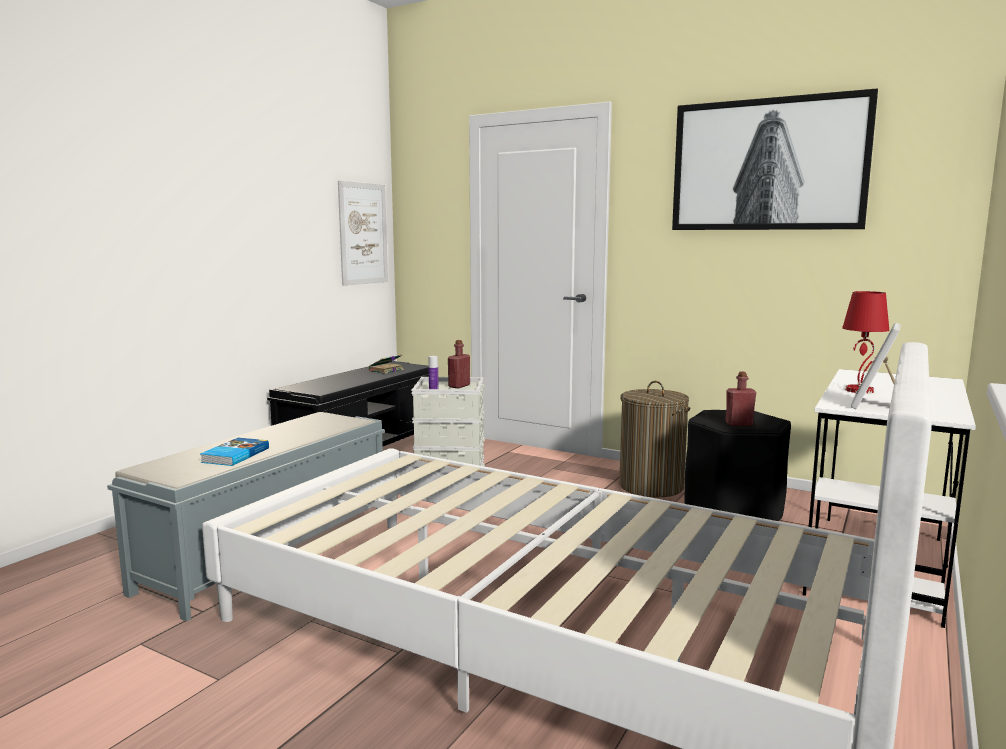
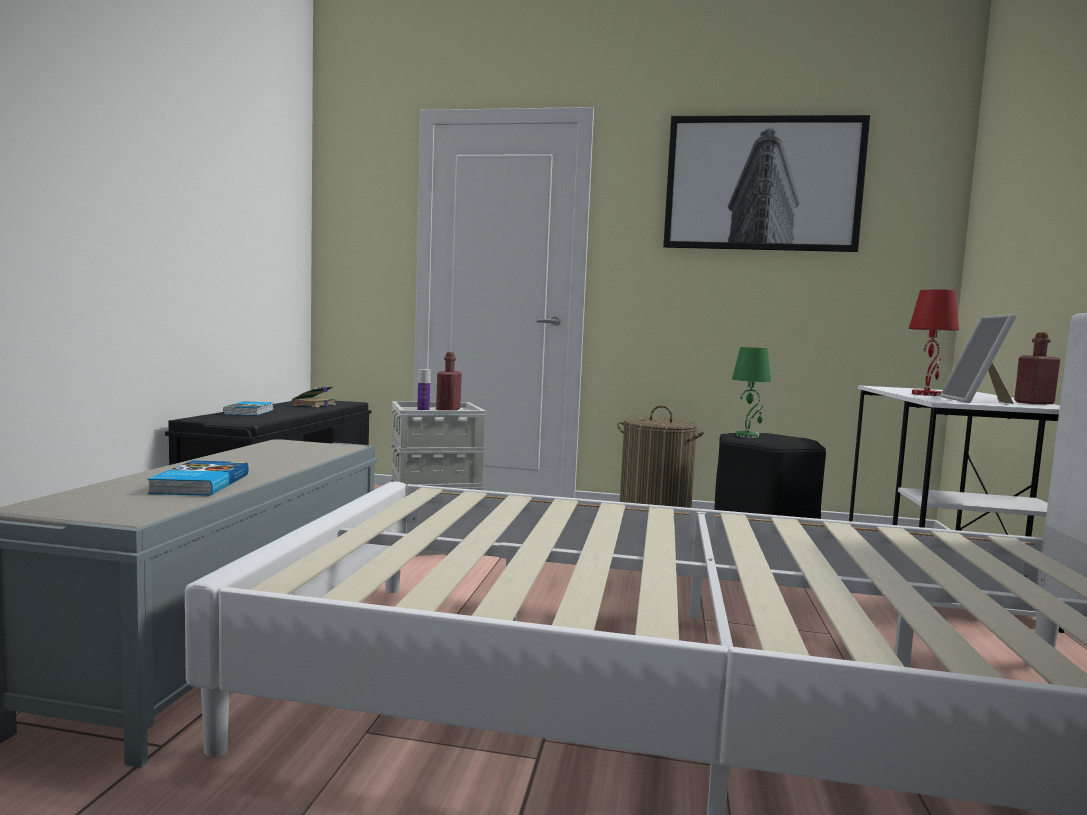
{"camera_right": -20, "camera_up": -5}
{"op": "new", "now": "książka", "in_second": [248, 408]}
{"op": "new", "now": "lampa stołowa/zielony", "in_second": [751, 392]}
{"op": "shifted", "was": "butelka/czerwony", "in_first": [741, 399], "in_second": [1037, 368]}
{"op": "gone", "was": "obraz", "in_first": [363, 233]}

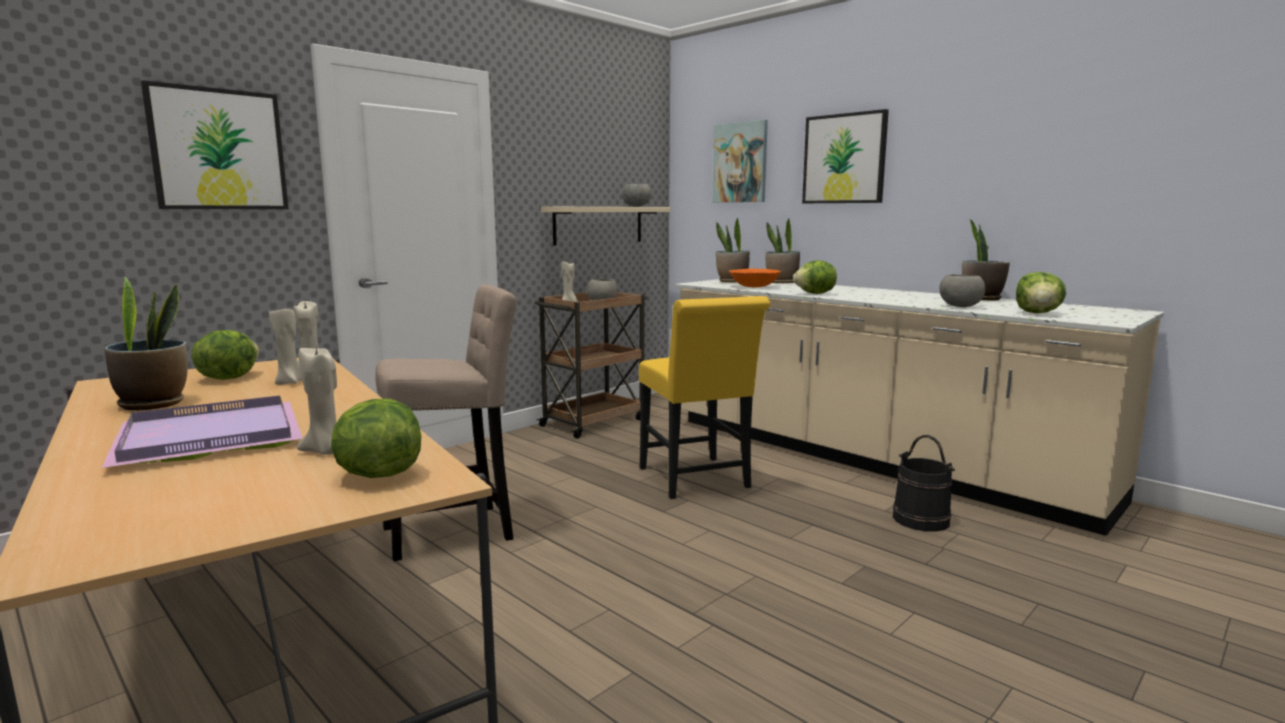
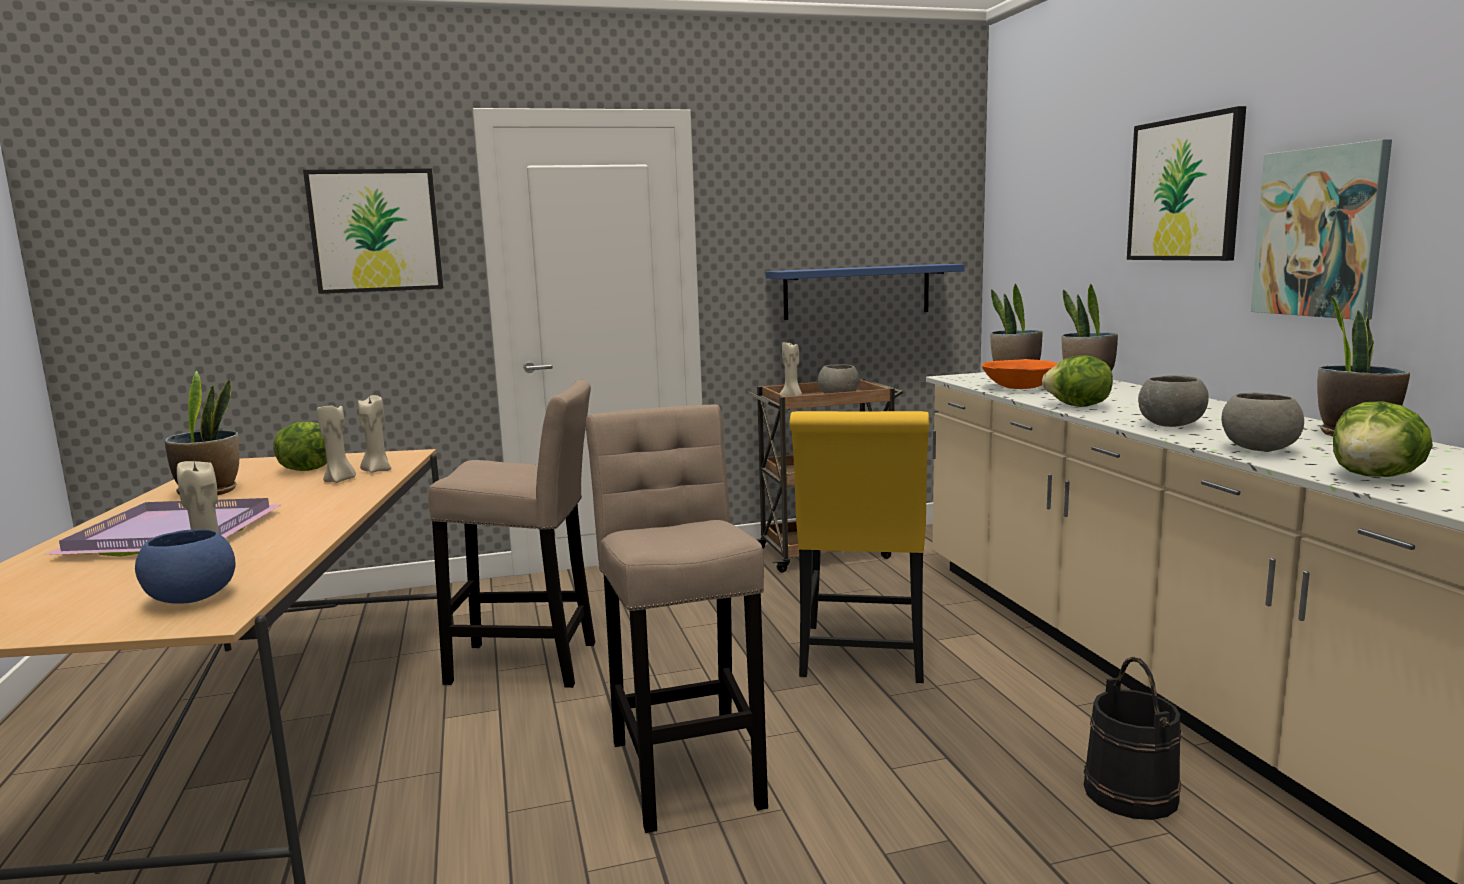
{"camera_right": 30, "camera_up": 0}
{"op": "swapped", "was": "sałata", "now": "miska/niebieski", "in_first": [376, 438], "in_second": [185, 566]}
{"op": "new", "now": "stołek/beżowy", "in_second": [677, 618]}
{"op": "repainted", "was": "półka/beżowy", "now": "półka/niebieski", "in_first": [605, 226], "in_second": [865, 292]}
{"op": "shifted", "was": "miska/szary", "in_first": [636, 195], "in_second": [1173, 401]}
{"op": "shifted", "was": "obraz", "in_first": [740, 161], "in_second": [1321, 229]}

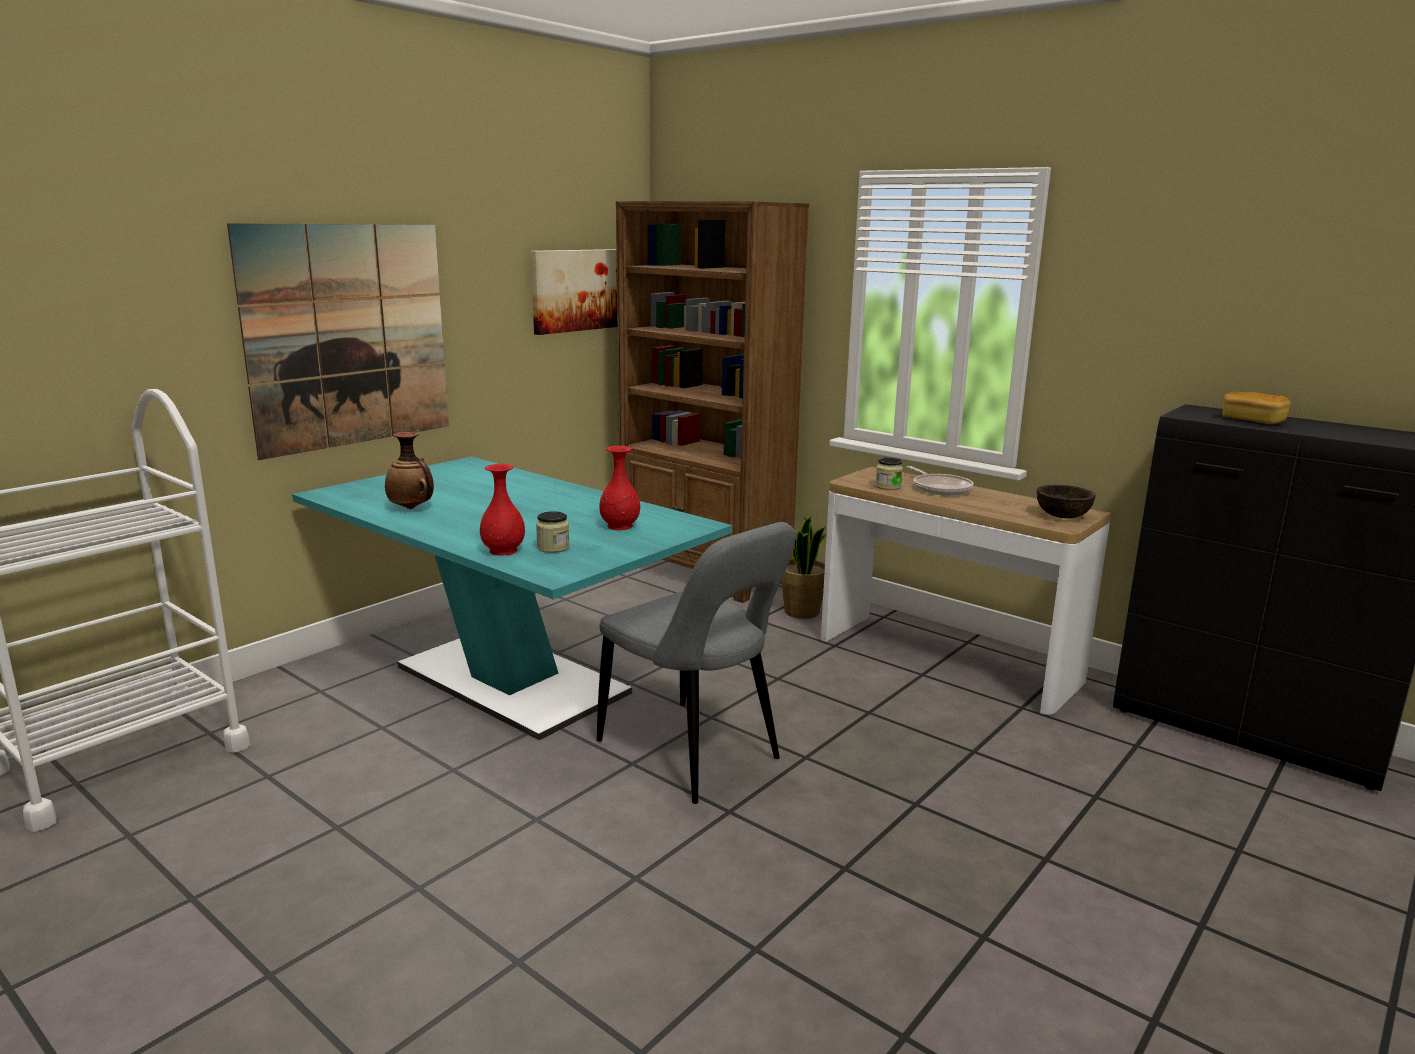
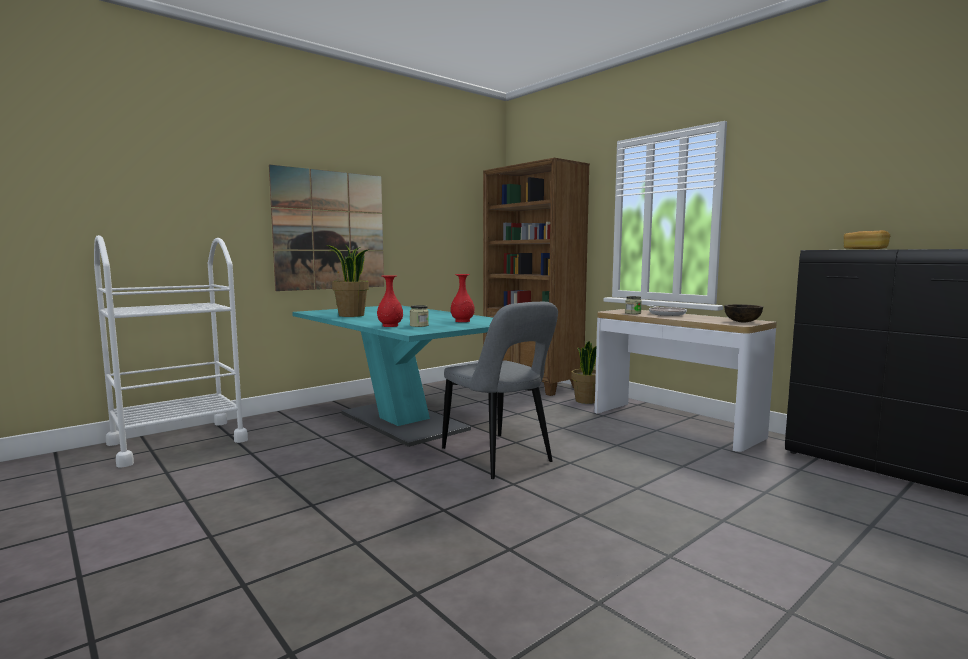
{"camera_right": 10, "camera_up": -10}
{"op": "swapped", "was": "wazon", "now": "roślina doniczkowa", "in_first": [409, 470], "in_second": [348, 280]}
{"op": "gone", "was": "obraz", "in_first": [574, 292]}

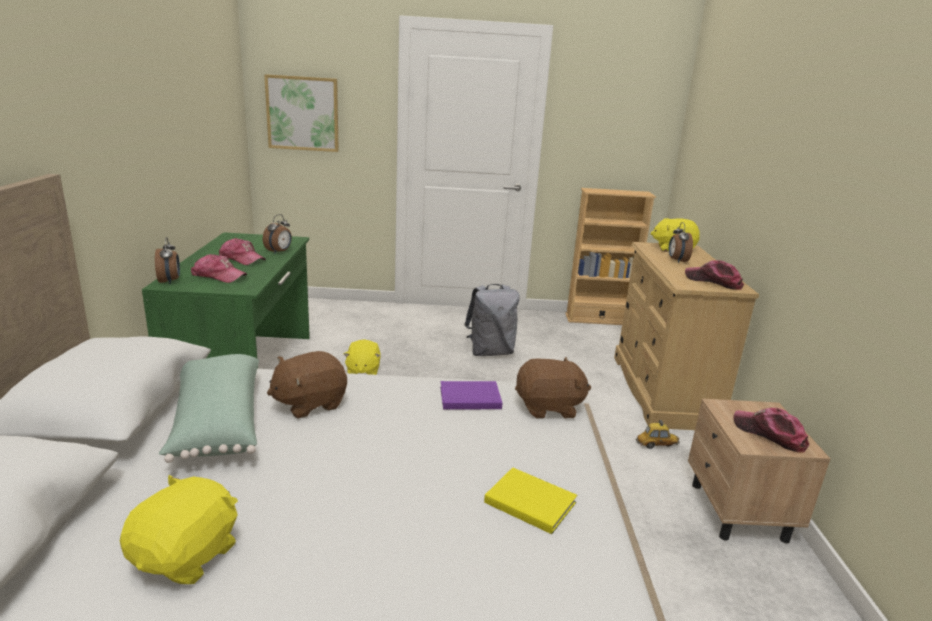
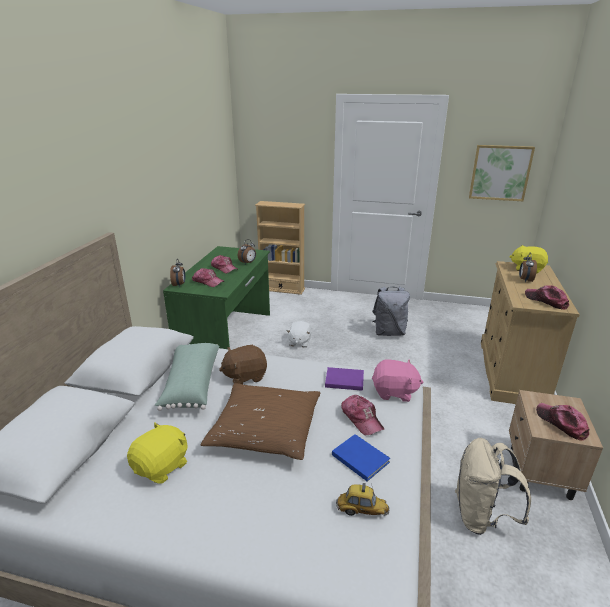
{"camera_right": 15, "camera_up": 5}
{"op": "new", "now": "poduszka/brązowy", "in_second": [260, 421]}
{"op": "shifted", "was": "regał/beżowy", "in_first": [610, 256], "in_second": [280, 248]}
{"op": "repainted", "was": "pluszak/żółty", "now": "pluszak/biały", "in_first": [362, 357], "in_second": [299, 334]}
{"op": "repainted", "was": "książka/żółty", "now": "książka/niebieski", "in_first": [530, 500], "in_second": [361, 457]}
{"op": "shifted", "was": "samochodzik", "in_first": [657, 434], "in_second": [363, 499]}
{"op": "new", "now": "czapka z daszkiem", "in_second": [362, 415]}
{"op": "repainted", "was": "pluszak/brązowy", "now": "pluszak/różowy", "in_first": [553, 388], "in_second": [398, 380]}
{"op": "new", "now": "plecak/beżowy", "in_second": [493, 486]}
{"op": "shifted", "was": "obraz", "in_first": [301, 113], "in_second": [502, 173]}

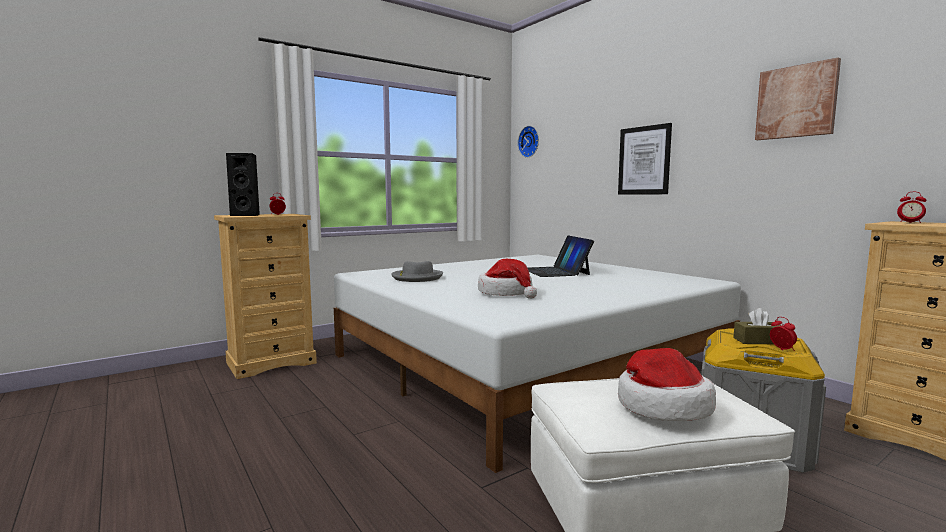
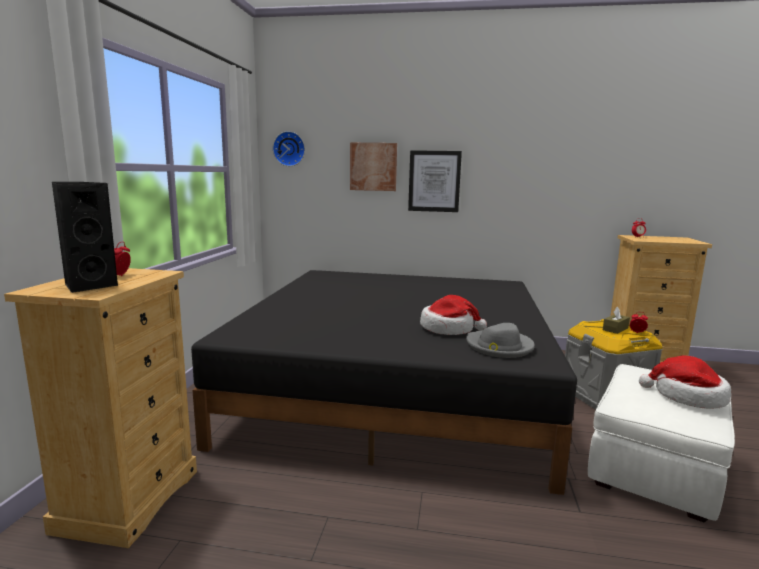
{"camera_right": -45, "camera_up": 5}
{"op": "repainted", "was": "łóżko/biały", "now": "łóżko/czarny", "in_first": [537, 364], "in_second": [384, 382]}
{"op": "shifted", "was": "obraz", "in_first": [798, 98], "in_second": [373, 167]}
{"op": "shifted", "was": "kapelusz/szary", "in_first": [417, 271], "in_second": [500, 340]}
{"op": "gone", "was": "laptop", "in_first": [561, 256]}

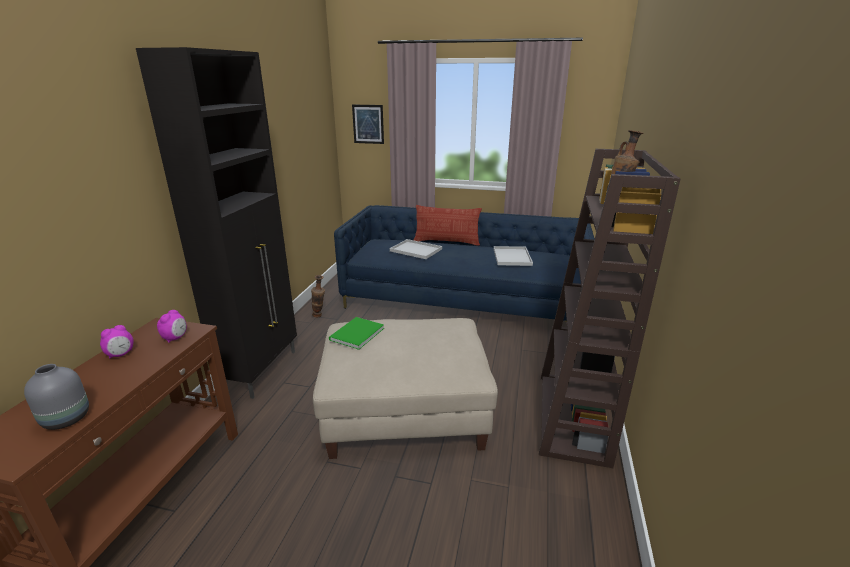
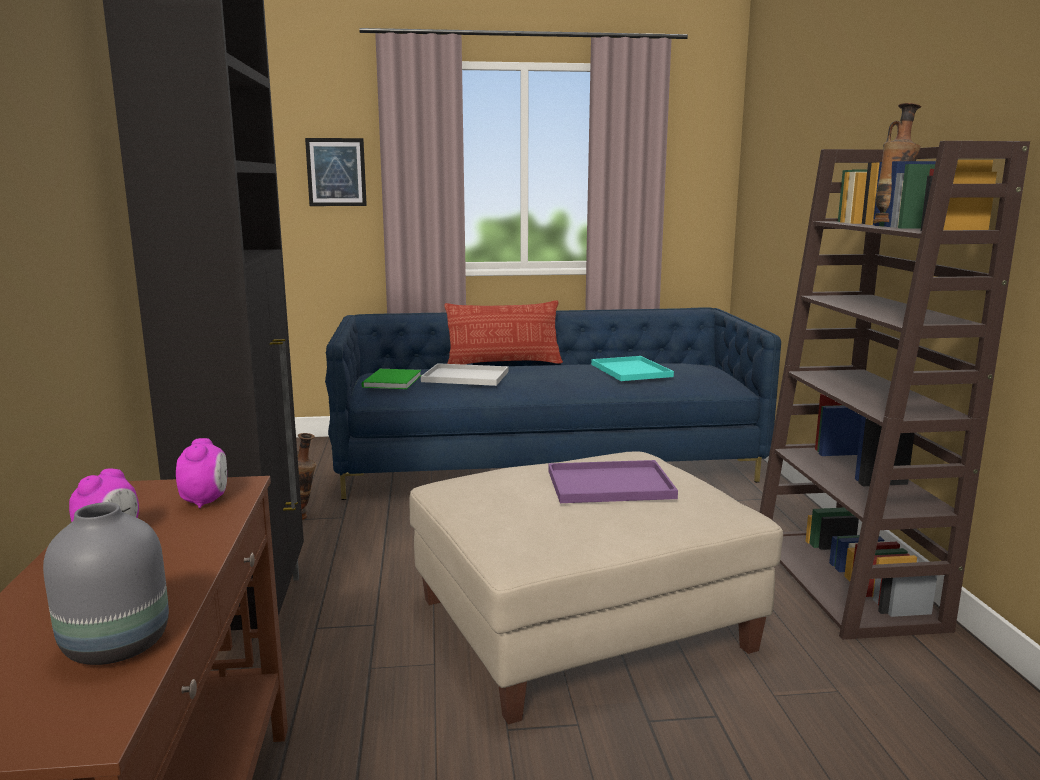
{"camera_right": -20, "camera_up": -10}
{"op": "shifted", "was": "książka/zielony", "in_first": [356, 333], "in_second": [391, 379]}
{"op": "new", "now": "taca/fioletowy", "in_second": [613, 481]}
{"op": "repainted", "was": "taca/biały", "now": "taca/turkusowy", "in_first": [513, 256], "in_second": [632, 368]}

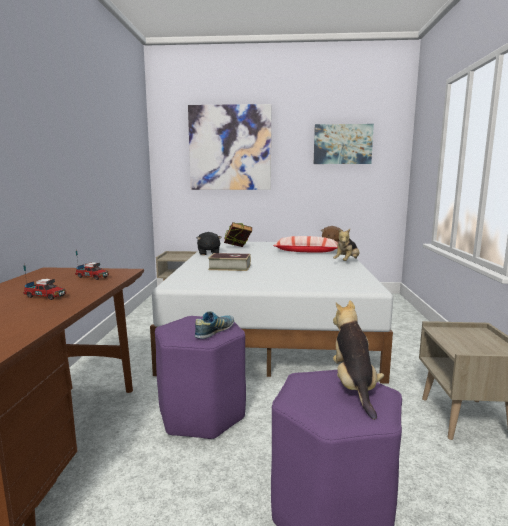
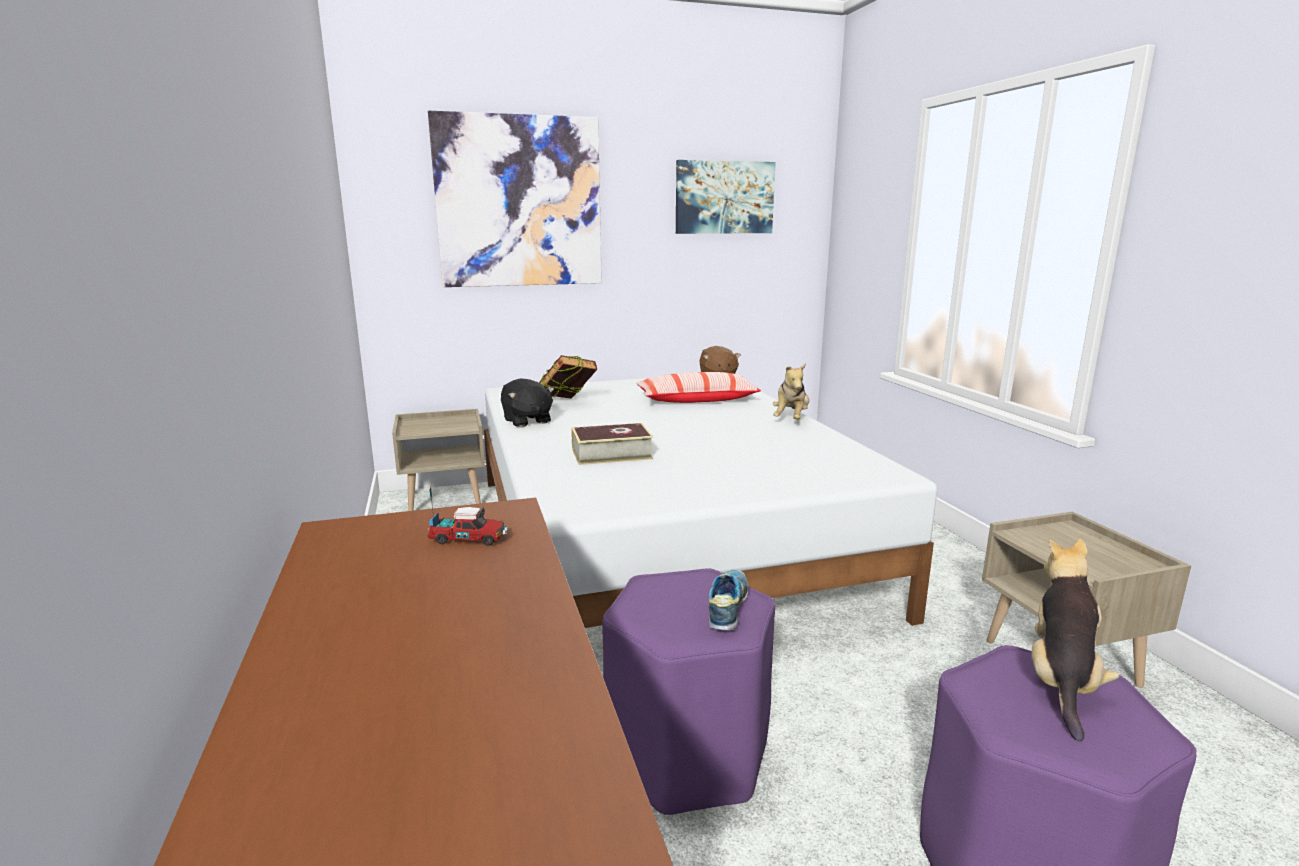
{"camera_right": -20, "camera_up": 5}
{"op": "rotated", "was": "pluszak", "in_first": [358, 360], "in_second": [1075, 640], "clockwise": 45}
{"op": "gone", "was": "ciężarówka zabawkowa", "in_first": [44, 282]}

